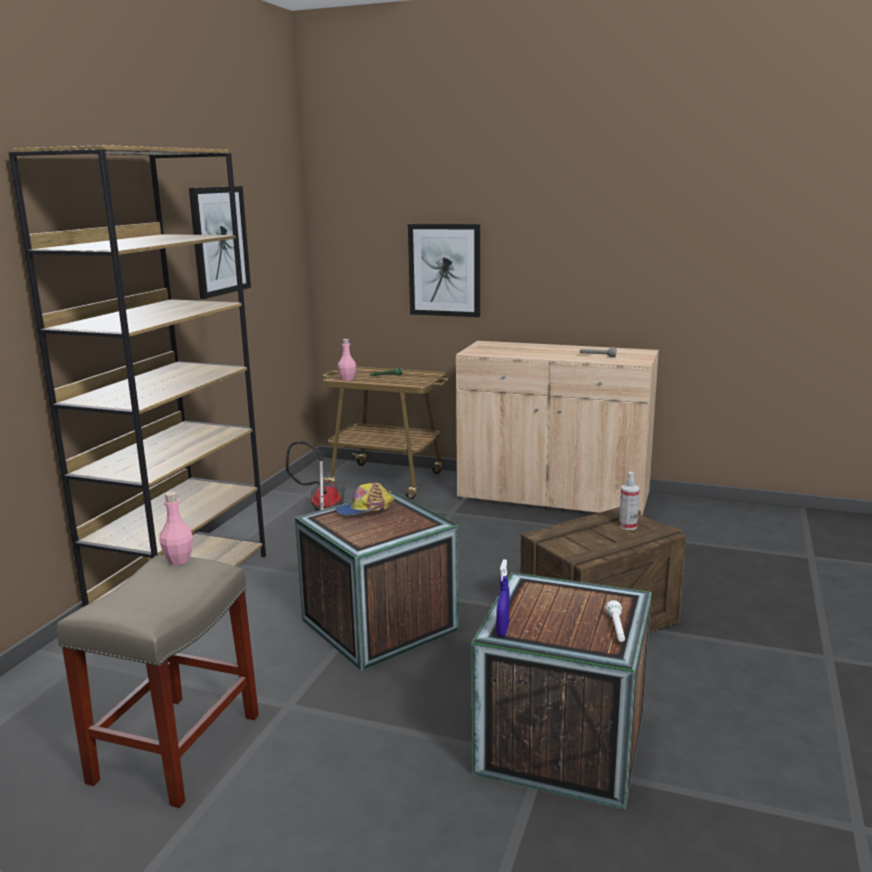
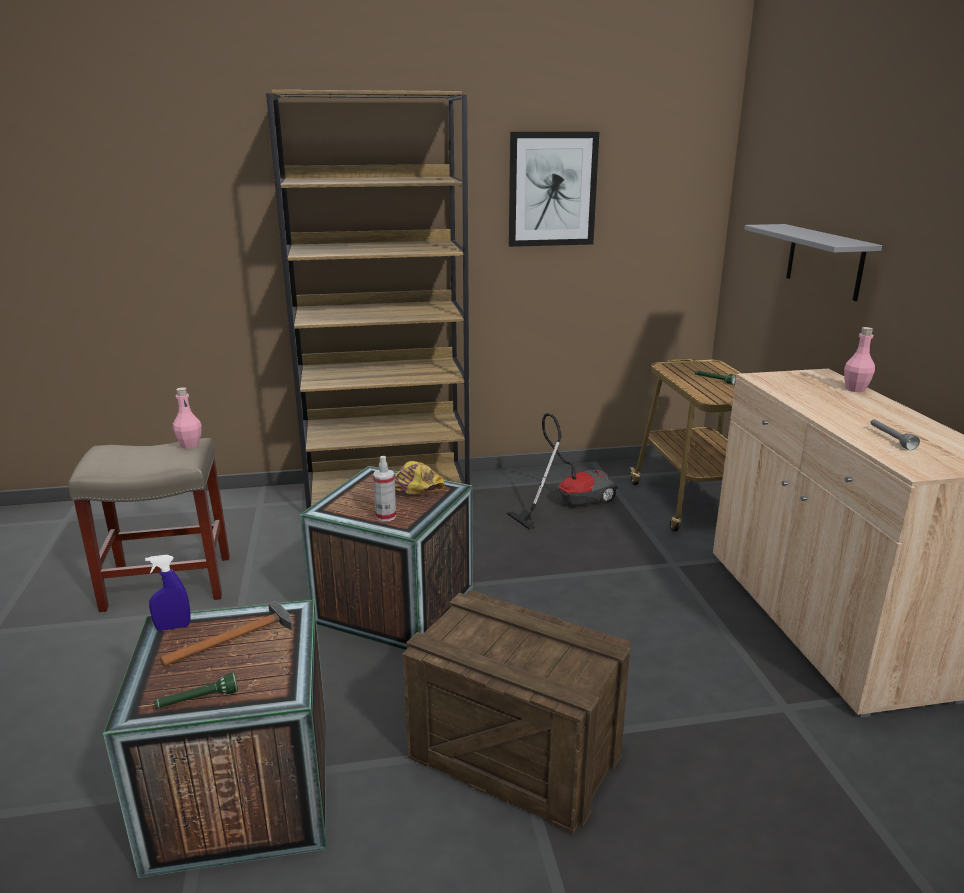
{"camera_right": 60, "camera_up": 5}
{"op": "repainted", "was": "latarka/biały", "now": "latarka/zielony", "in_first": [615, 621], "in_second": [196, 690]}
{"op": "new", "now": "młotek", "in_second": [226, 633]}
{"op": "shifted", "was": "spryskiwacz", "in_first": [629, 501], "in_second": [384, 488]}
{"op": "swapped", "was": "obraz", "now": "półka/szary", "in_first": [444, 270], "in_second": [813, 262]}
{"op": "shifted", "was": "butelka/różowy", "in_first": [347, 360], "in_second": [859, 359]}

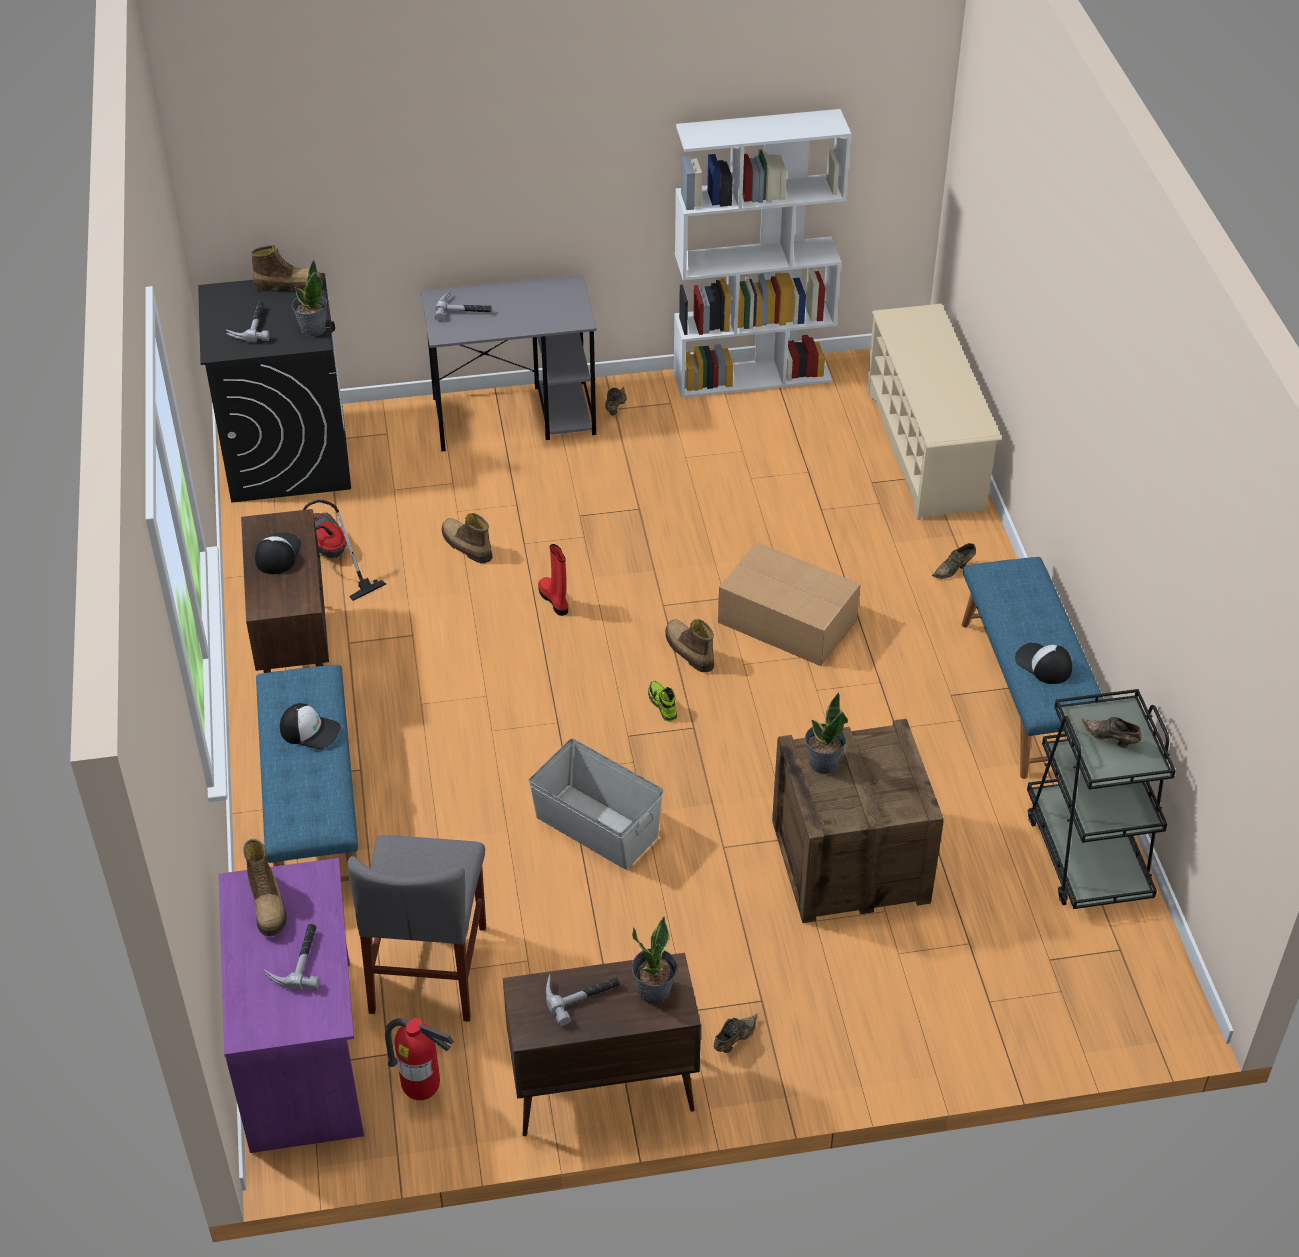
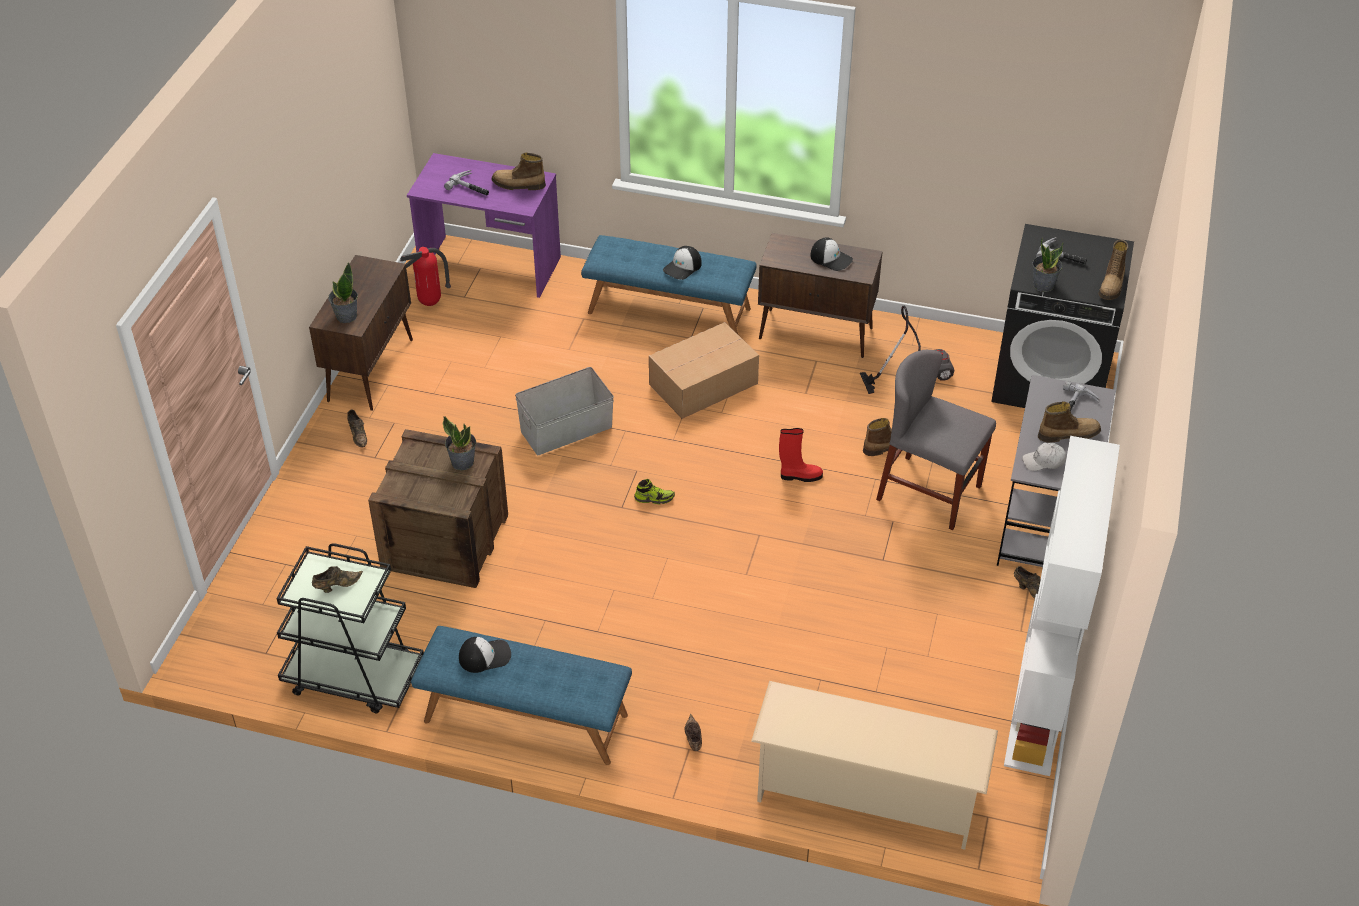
{"camera_right": 115, "camera_up": 0}
{"op": "shifted", "was": "karton", "in_first": [789, 604], "in_second": [704, 370]}
{"op": "shifted", "was": "krzesło/szary", "in_first": [416, 928], "in_second": [936, 440]}
{"op": "new", "now": "czapka z daszkiem/biały", "in_second": [1044, 457]}
{"op": "shifted", "was": "but z cholewką", "in_first": [689, 645], "in_second": [1069, 421]}
{"op": "gone", "was": "młotek", "in_first": [583, 1000]}

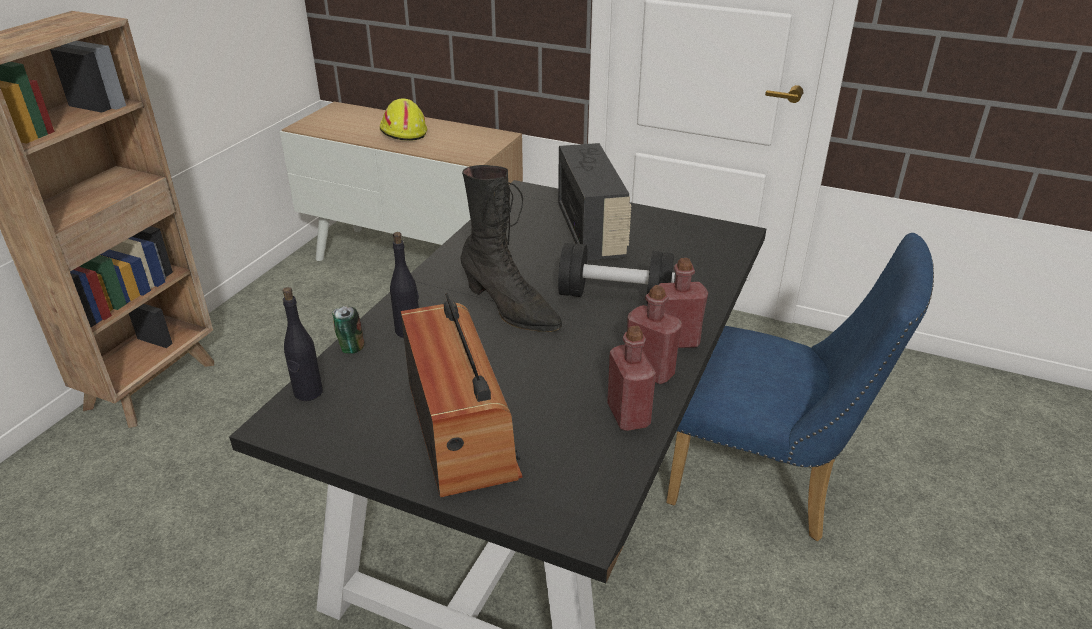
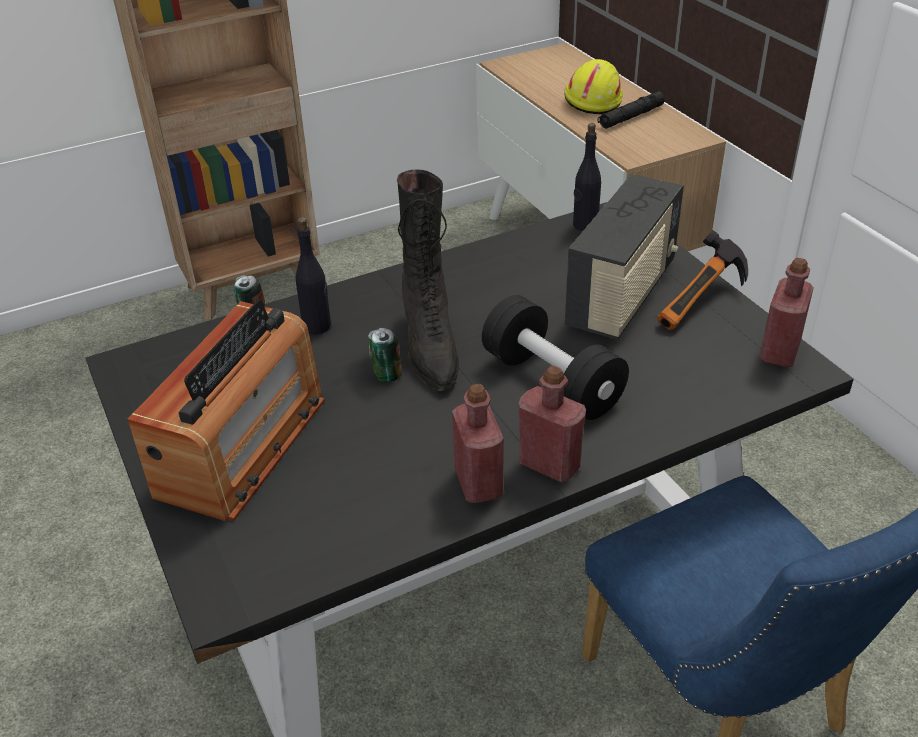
{"camera_right": 40, "camera_up": 5}
{"op": "new", "now": "puszka", "in_second": [385, 355]}
{"op": "shifted", "was": "butelka/czarny", "in_first": [303, 344], "in_second": [587, 177]}
{"op": "new", "now": "latarka/czarny", "in_second": [631, 110]}
{"op": "new", "now": "młotek", "in_second": [702, 280]}
{"op": "shifted", "was": "butelka/czerwony", "in_first": [631, 378], "in_second": [786, 312]}

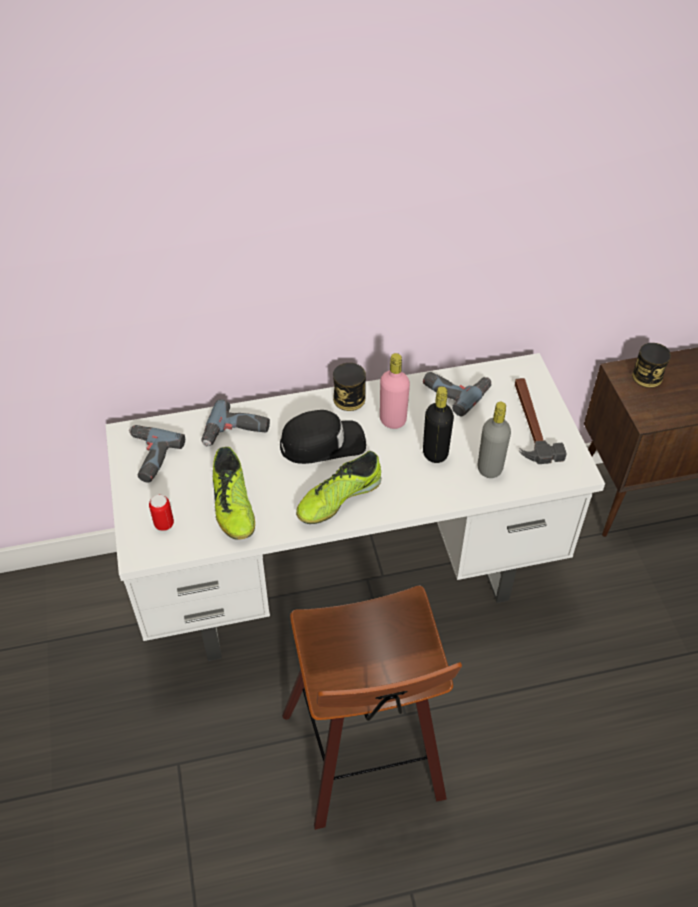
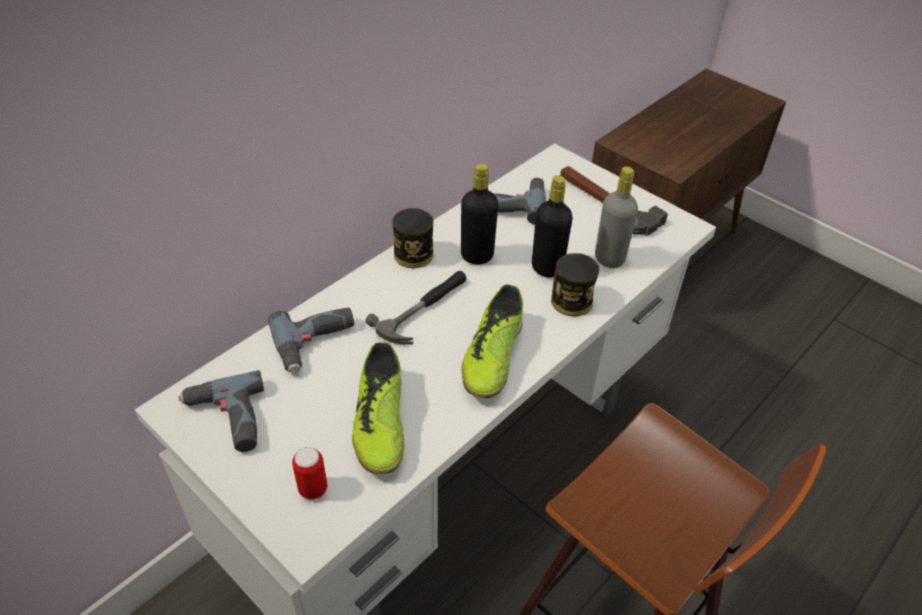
{"camera_right": -35, "camera_up": -5}
{"op": "rotated", "was": "but", "in_first": [234, 493], "in_second": [378, 408], "clockwise": 45}
{"op": "swapped", "was": "czapka z daszkiem/czarny", "now": "młotek", "in_first": [323, 437], "in_second": [416, 307]}
{"op": "repainted", "was": "butelka/różowy", "now": "butelka/czarny", "in_first": [395, 391], "in_second": [479, 214]}
{"op": "shifted", "was": "puszka", "in_first": [651, 365], "in_second": [575, 284]}

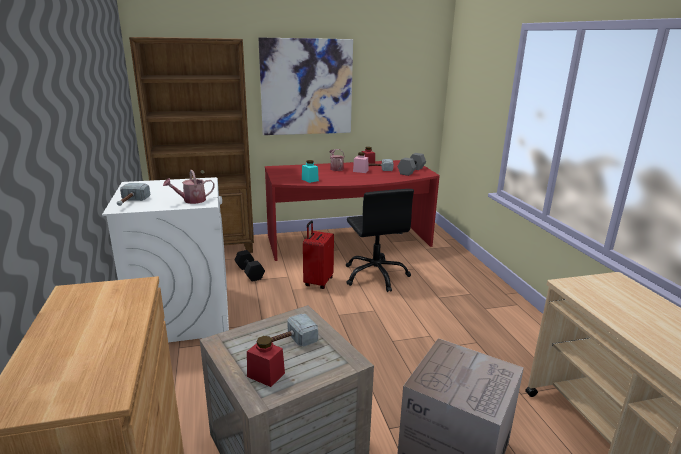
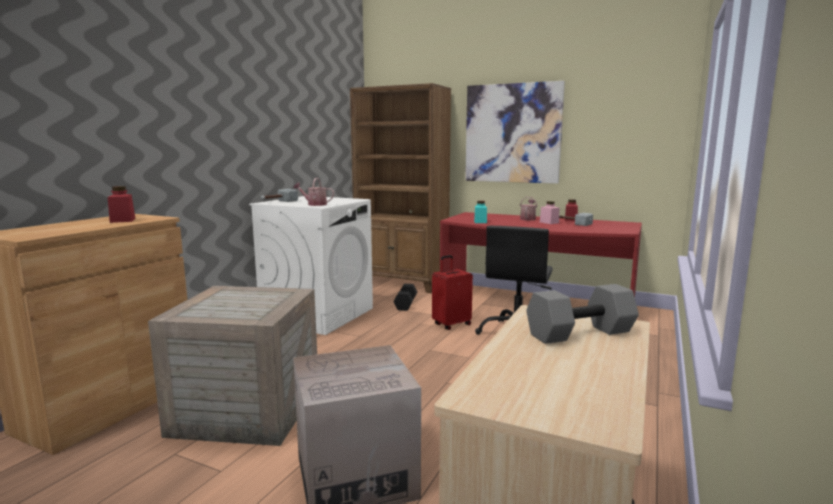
{"camera_right": 40, "camera_up": -10}
{"op": "shifted", "was": "słoik/czerwony", "in_first": [266, 361], "in_second": [121, 204]}
{"op": "shifted", "was": "hantel/szary", "in_first": [411, 164], "in_second": [582, 314]}
{"op": "gone", "was": "młotek", "in_first": [286, 330]}

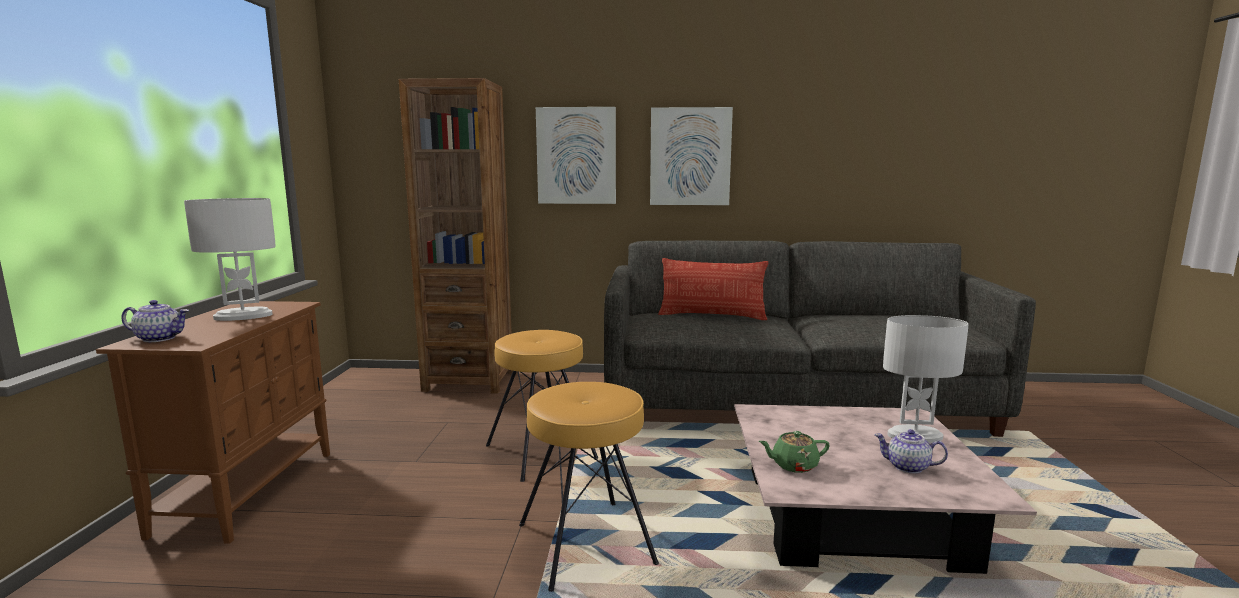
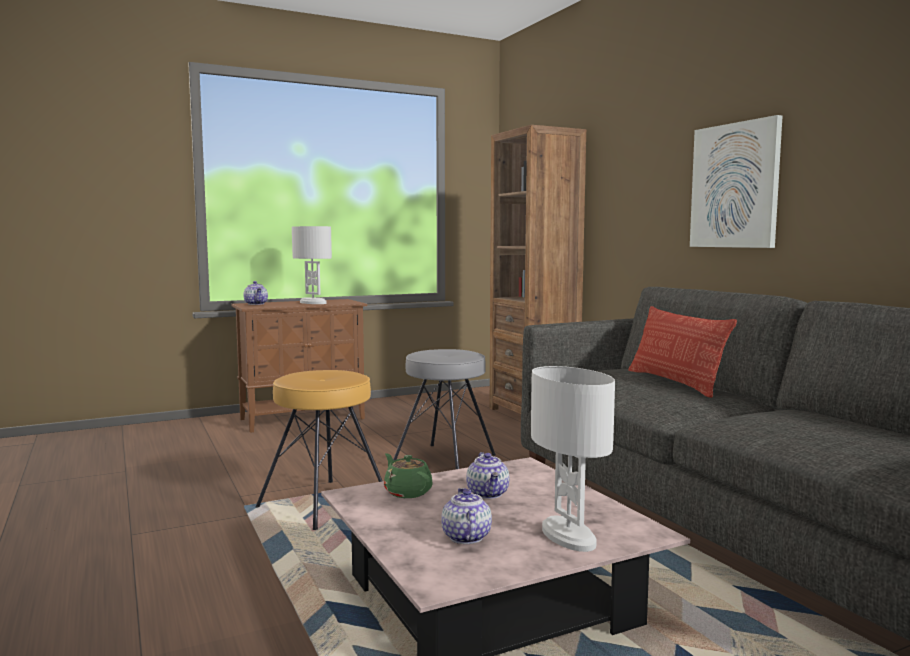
{"camera_right": 60, "camera_up": -5}
{"op": "repainted", "was": "stołek/brązowy", "now": "stołek/szary", "in_first": [542, 406], "in_second": [444, 409]}
{"op": "new", "now": "imbryk", "in_second": [487, 475]}
{"op": "gone", "was": "obraz", "in_first": [576, 155]}

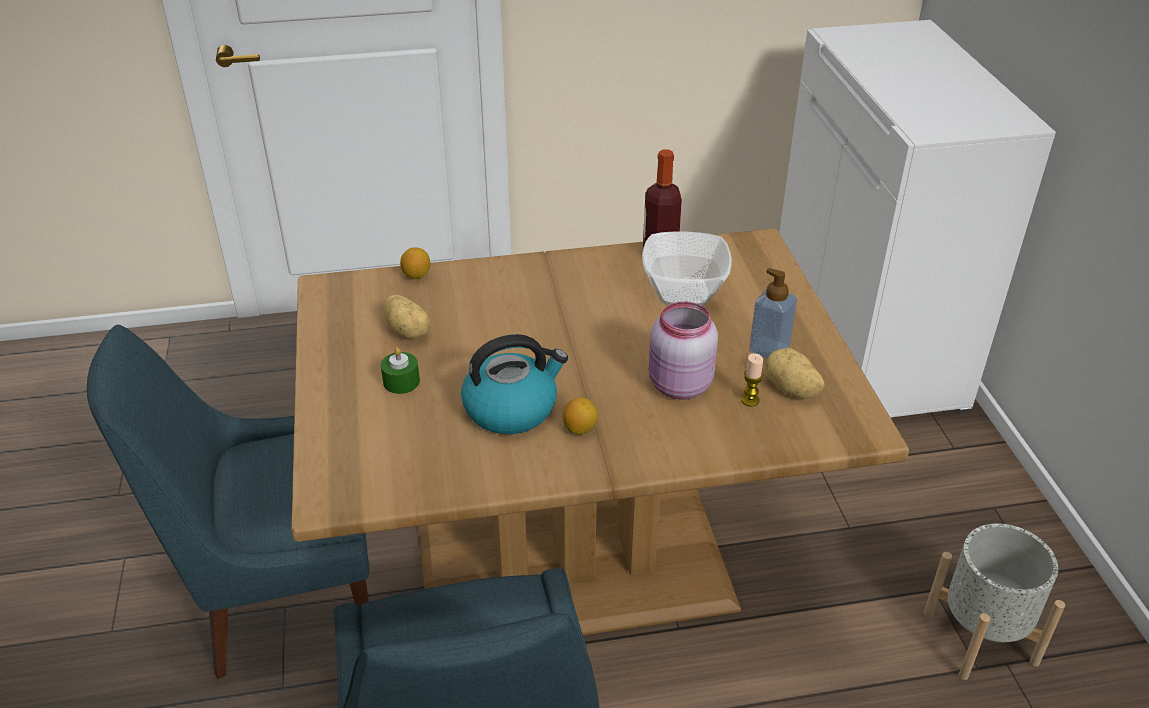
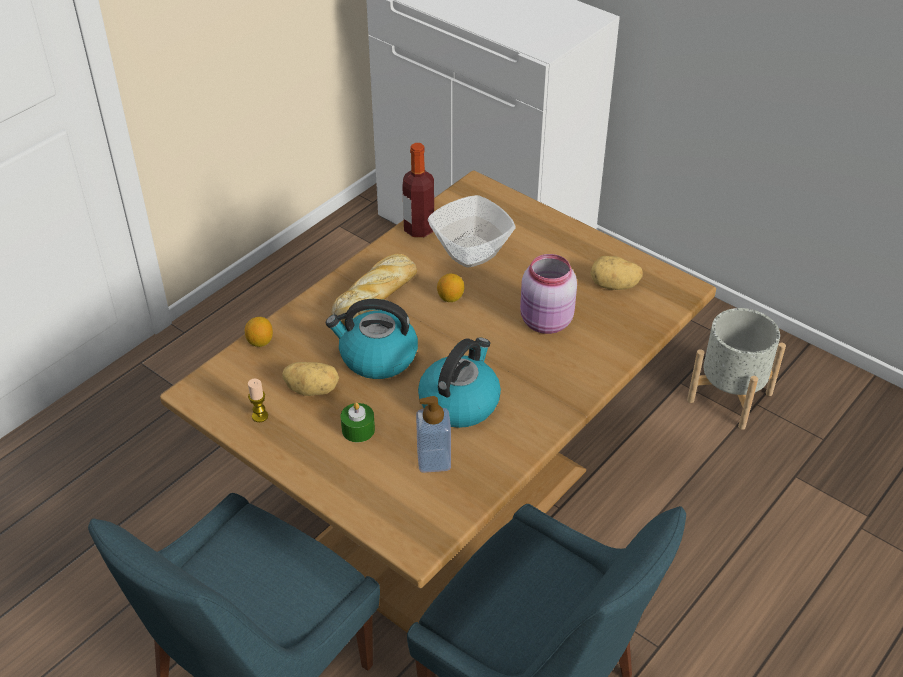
{"camera_right": -40, "camera_up": 5}
{"op": "shifted", "was": "świeca", "in_first": [752, 379], "in_second": [258, 400]}
{"op": "new", "now": "czajnik", "in_second": [372, 339]}
{"op": "new", "now": "chleb", "in_second": [374, 289]}
{"op": "shifted", "was": "dozownik mydła", "in_first": [773, 313], "in_second": [433, 434]}
{"op": "shifted", "was": "cytryna", "in_first": [580, 415], "in_second": [450, 287]}

